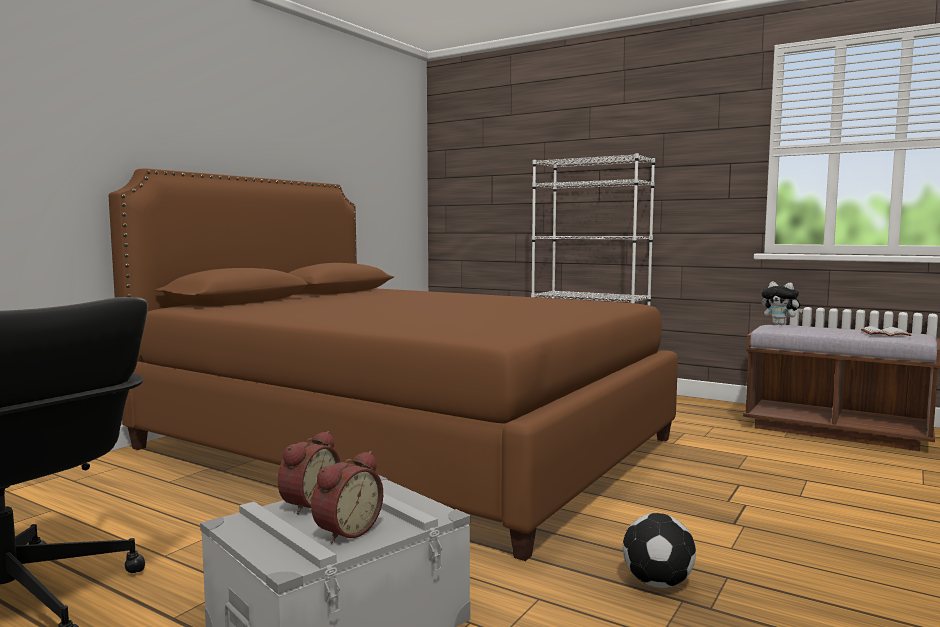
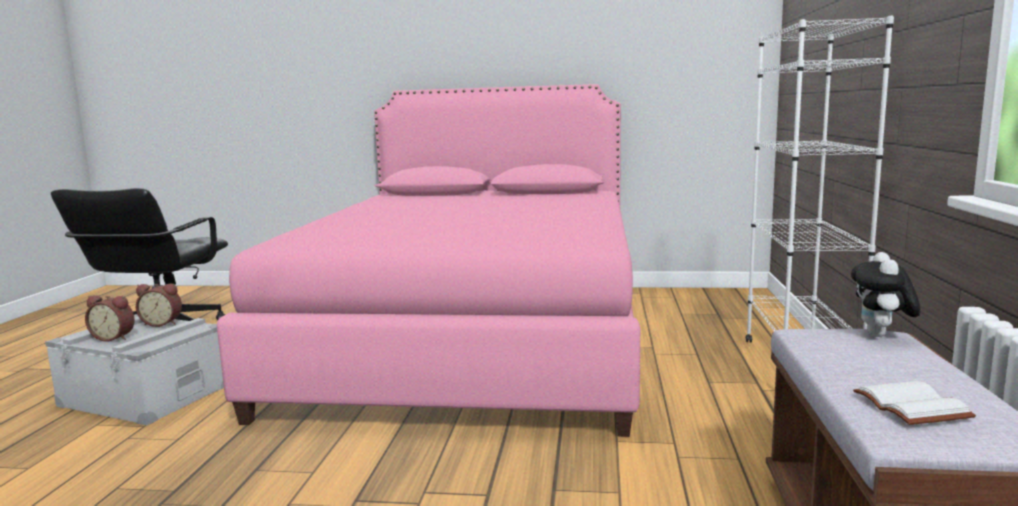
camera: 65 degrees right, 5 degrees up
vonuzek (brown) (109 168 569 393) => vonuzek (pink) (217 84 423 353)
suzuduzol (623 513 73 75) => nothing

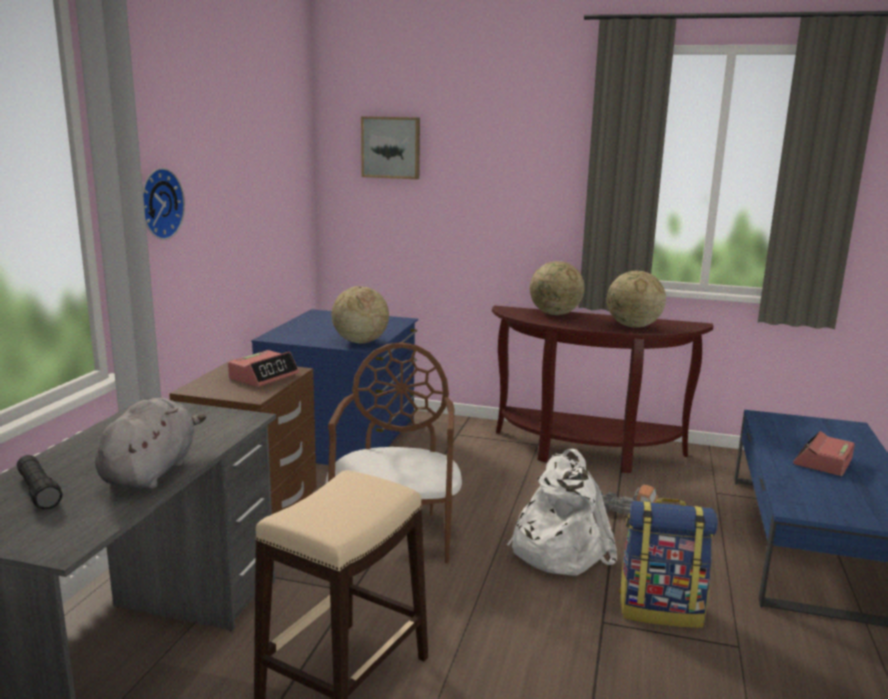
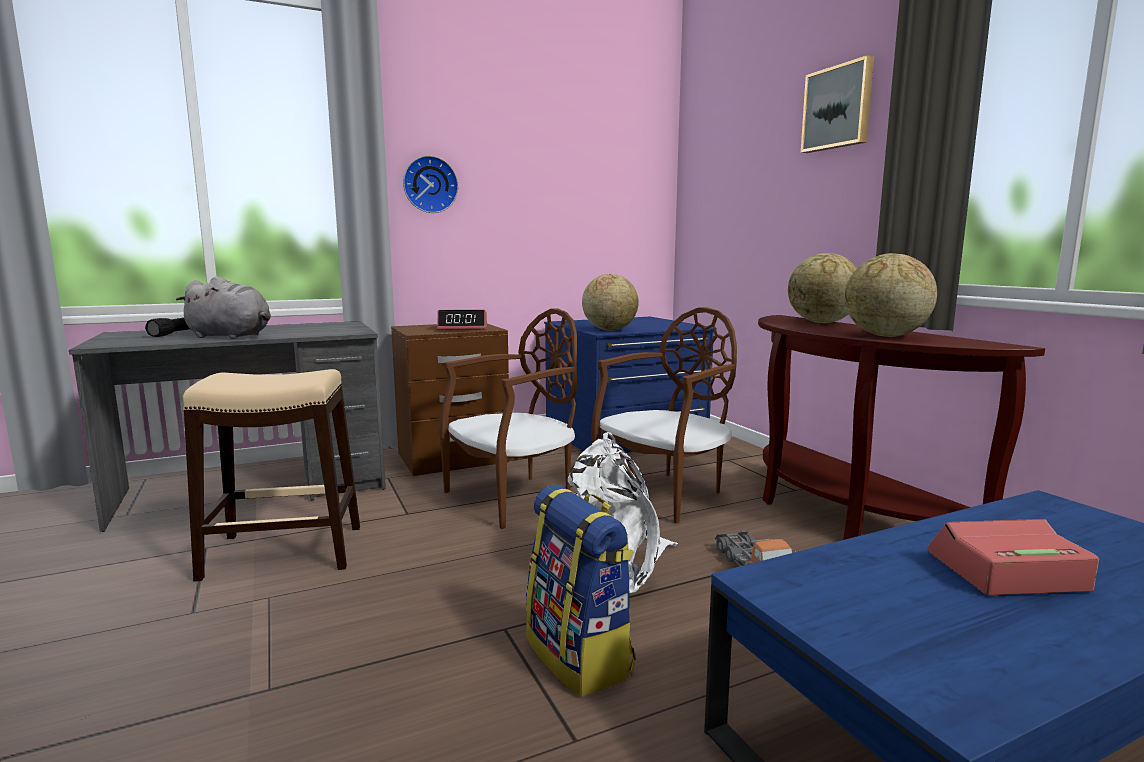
camera: 50 degrees right, 5 degrees down
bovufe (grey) (95 398 111 91) => bovufe (grey) (176 277 95 62), 45 degrees clockwise
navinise (361 116 59 63) => navinise (801 55 73 98), moved
nothing => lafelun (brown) (591 307 146 217)

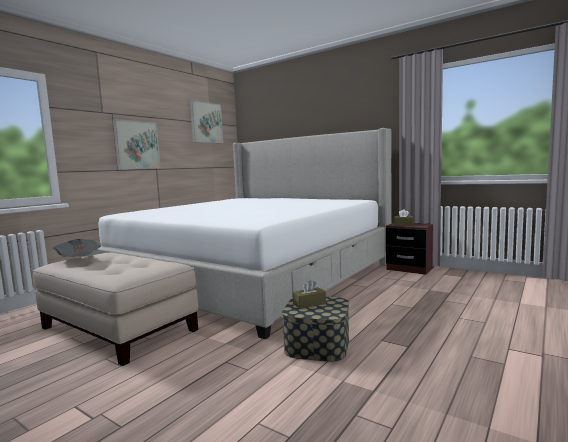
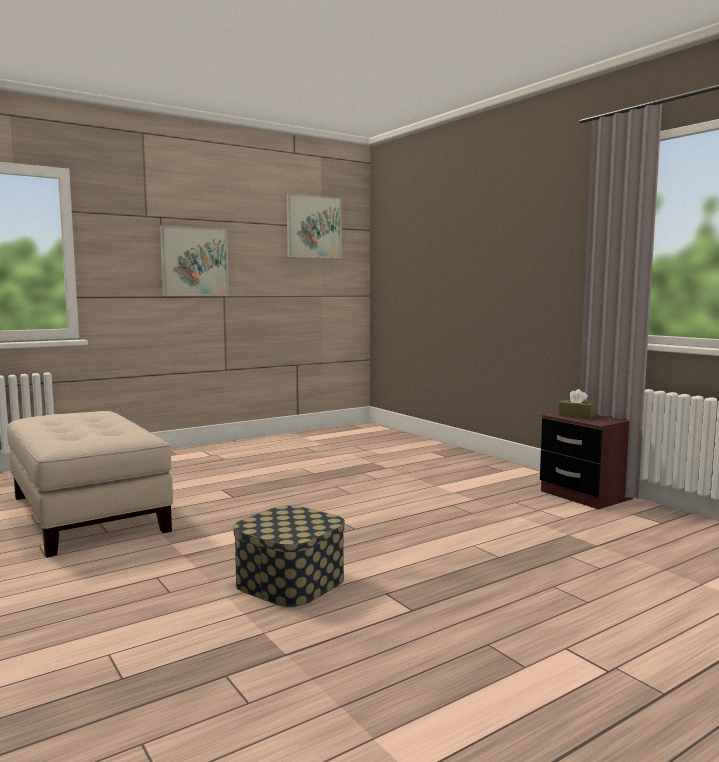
camera: 20 degrees right, 0 degrees up
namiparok (53 239 48 18) => nothing
vonuzek (89 128 303 211) => nothing
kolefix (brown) (293 280 33 29) => nothing

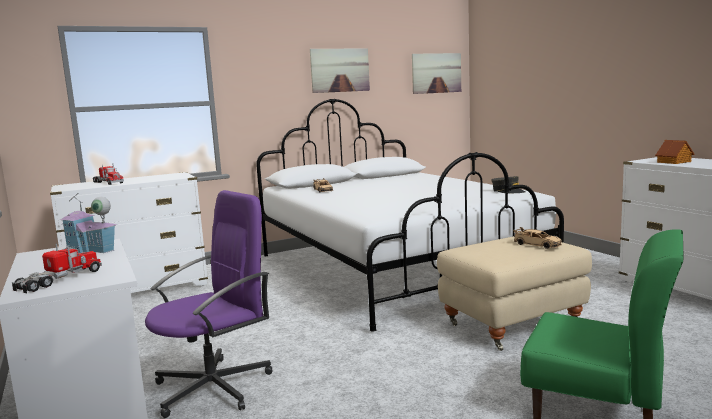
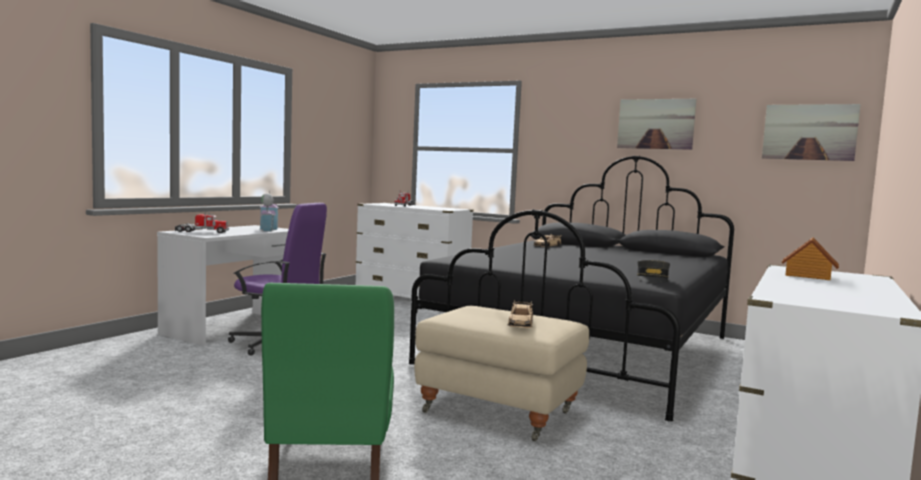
camera: 55 degrees right, 5 degrees down
vonuzek (white) (256 99 308 233) => vonuzek (black) (409 155 325 267)

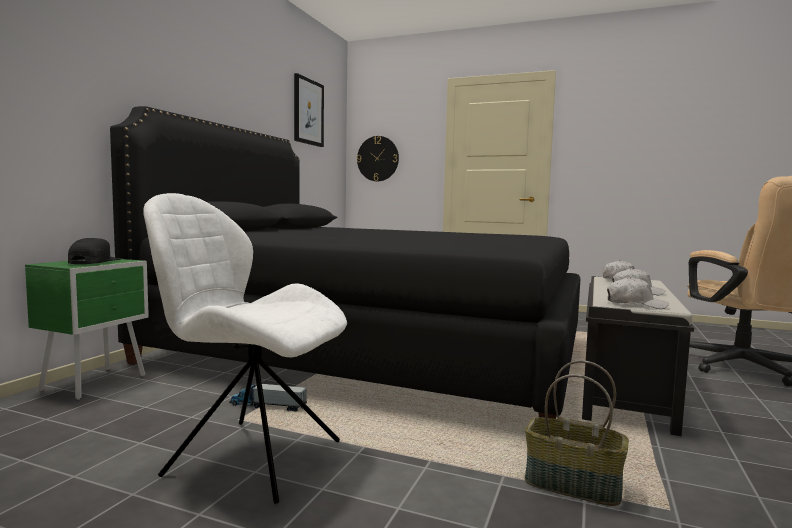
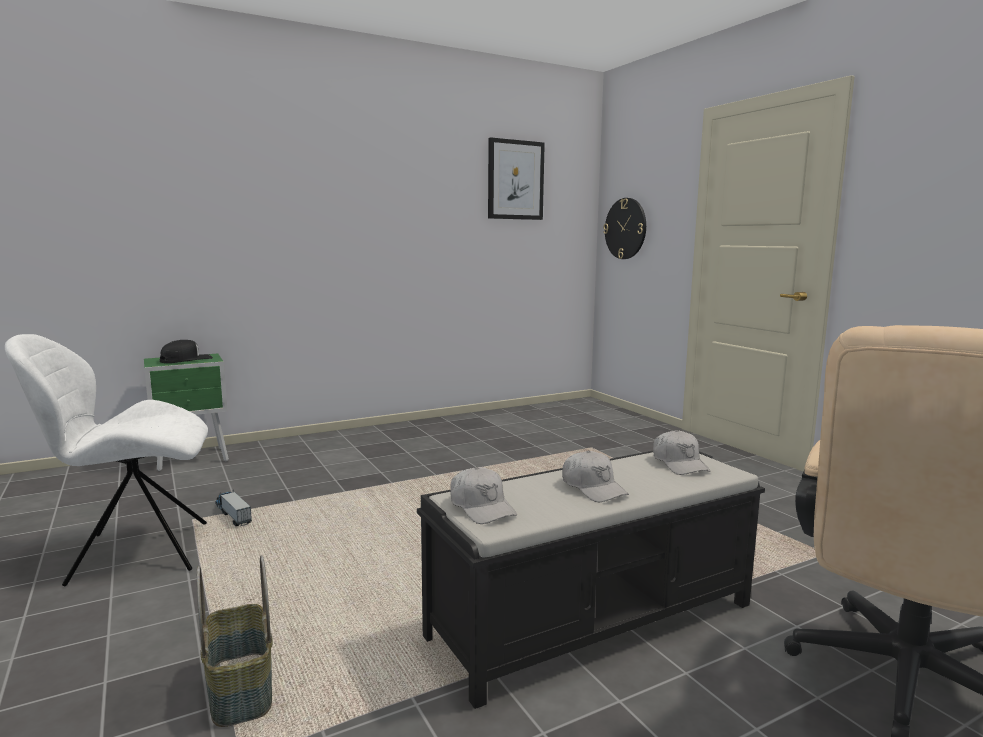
camera: 40 degrees right, 5 degrees up
vonuzek (black) (110 106 470 313) => nothing
lafelun (white) (143 193 204 311) => lafelun (white) (5 334 203 252), 75 degrees counterclockwise

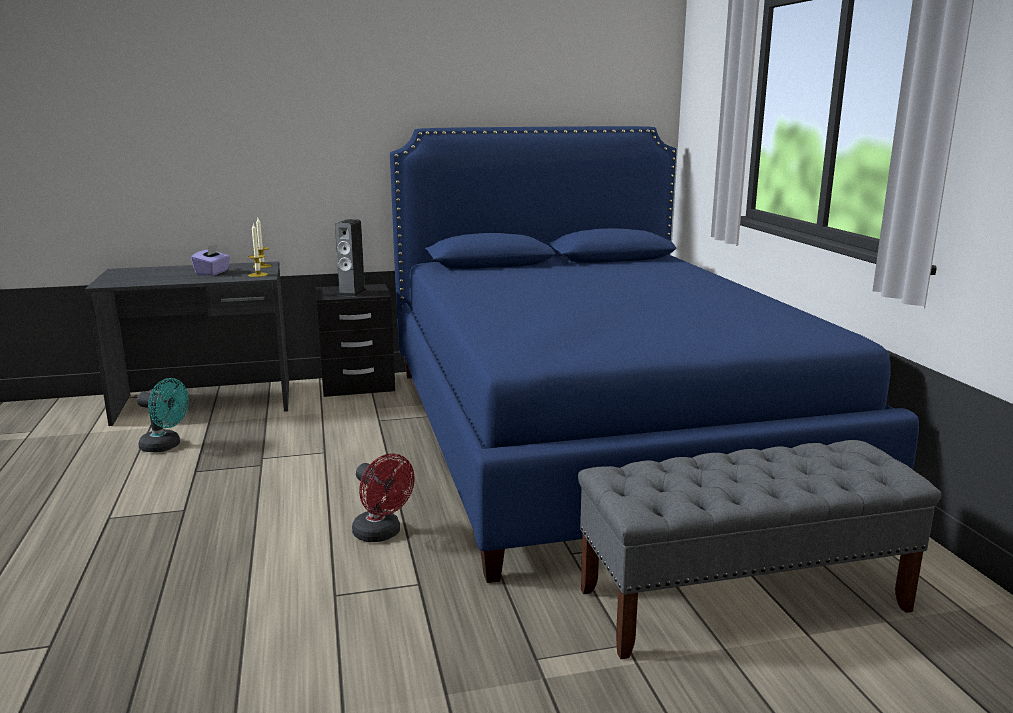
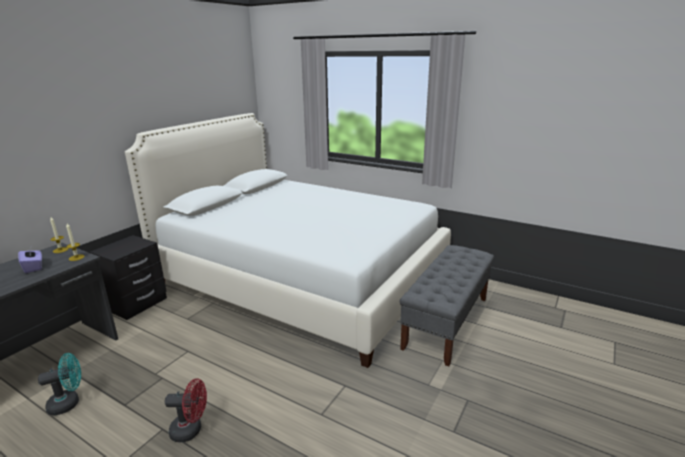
camera: 45 degrees left, 5 degrees up
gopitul (335 219 32 78) => nothing
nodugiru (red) (352 454 63 88) => nodugiru (red) (165 378 42 64), moved
vonuzek (blue) (390 126 529 457) => vonuzek (white) (125 113 326 255)

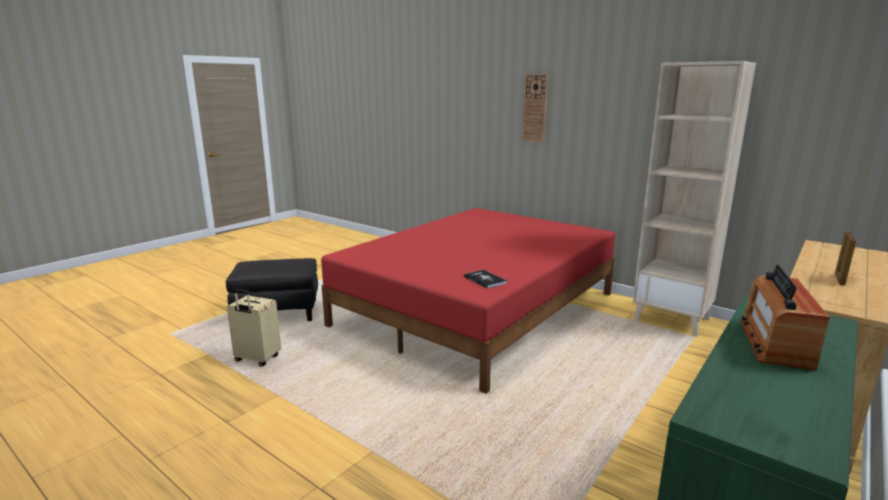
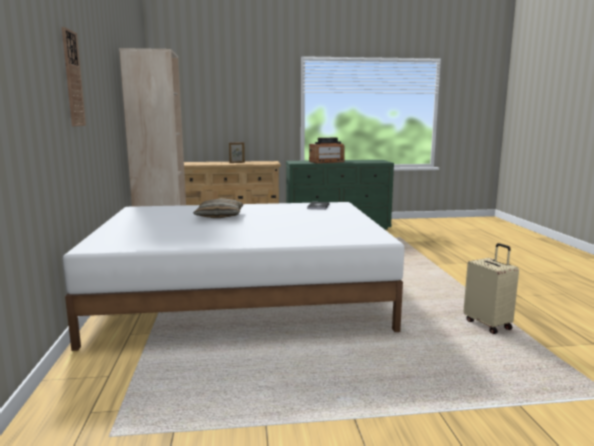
camera: 135 degrees left, 5 degrees down
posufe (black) (226 258 92 63) => nothing
vonuzek (red) (321 208 294 186) => vonuzek (white) (63 202 342 149)
nothing => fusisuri (193 198 50 20)

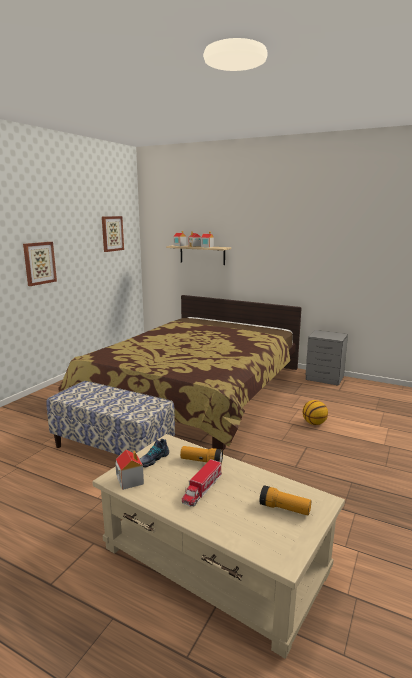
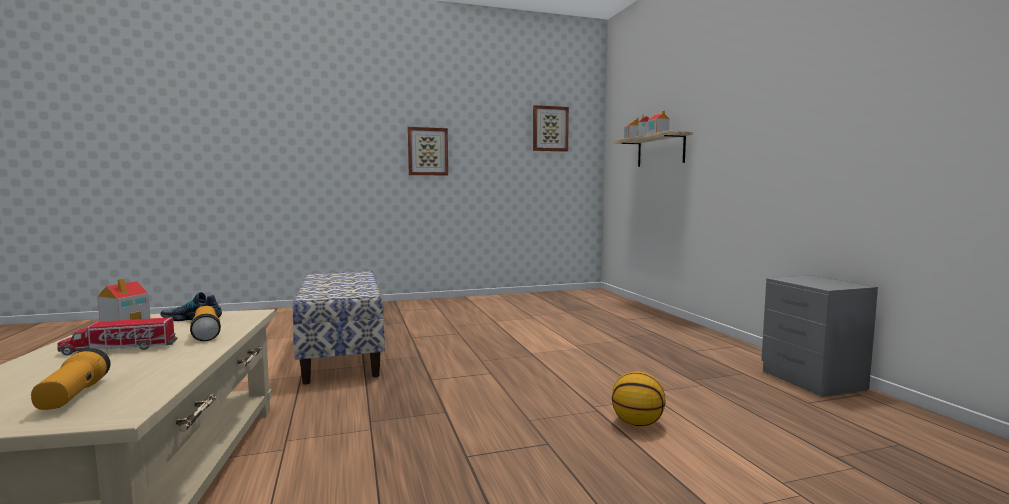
camera: 45 degrees right, 10 degrees down
vonuzek (58 295 244 155) => nothing

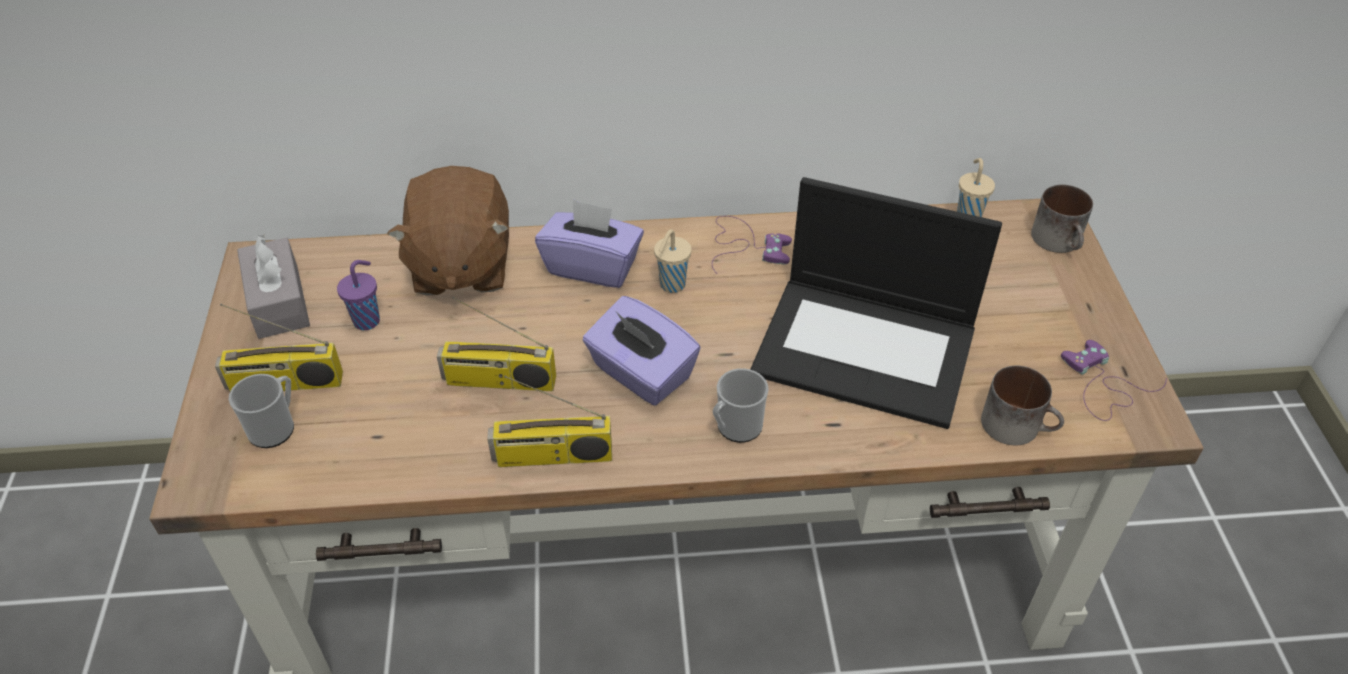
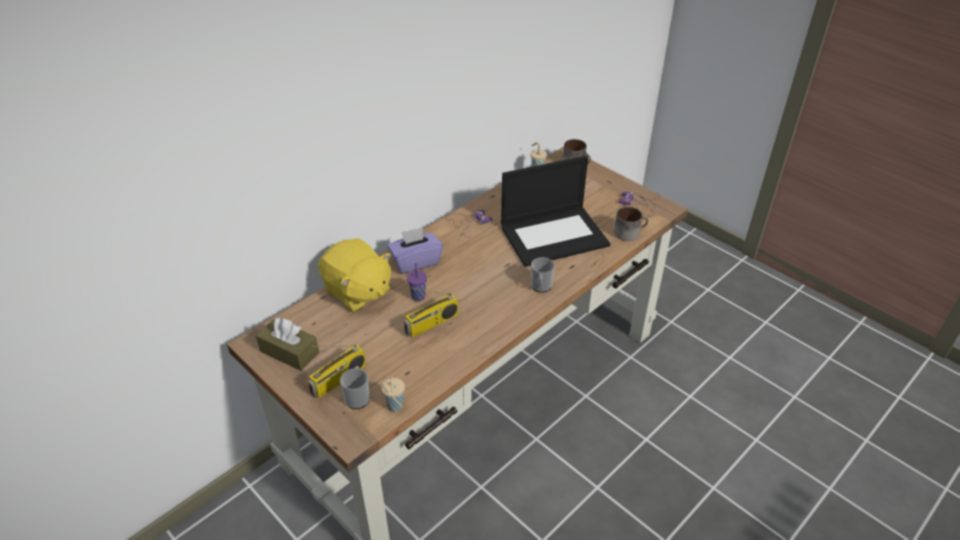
camera: 40 degrees left, 5 degrees down
kolefix (grey) (237 235 73 104) => kolefix (brown) (256 318 63 53)
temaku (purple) (337 260 43 70) => temaku (purple) (407 263 20 38), moved
bovufe (brown) (387 166 122 130) => bovufe (yellow) (318 238 73 74)
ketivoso (487 376 125 91) => nothing
kolefix (purple) (583 296 118 109) => nothing
temaku (beige) (654 229 38 64) => temaku (beige) (382 377 23 35), moved

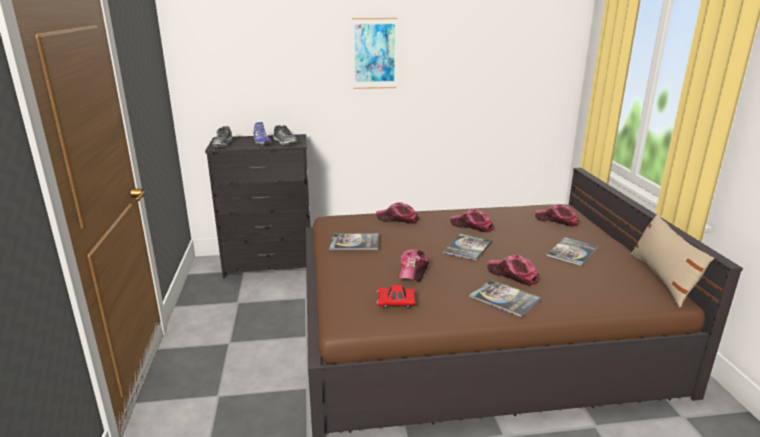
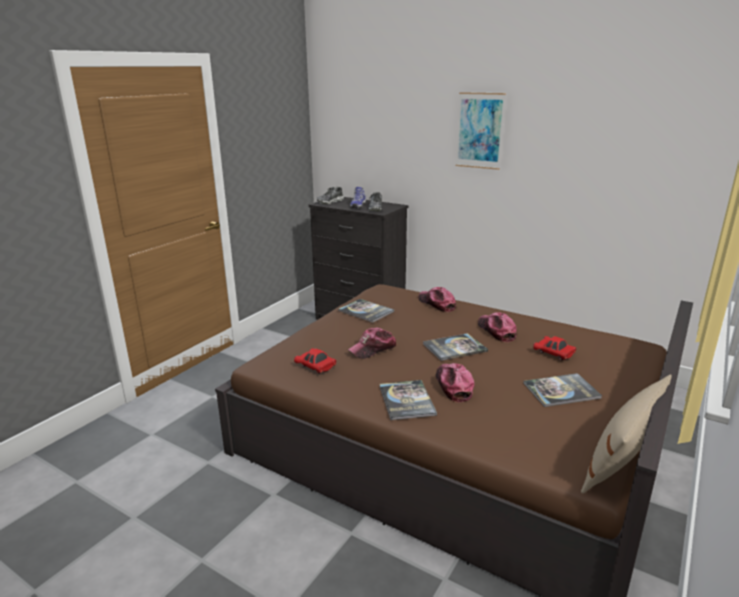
camera: 40 degrees right, 0 degrees up
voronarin (535 204 45 23) => nothing
nothing => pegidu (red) (533 336 43 24)

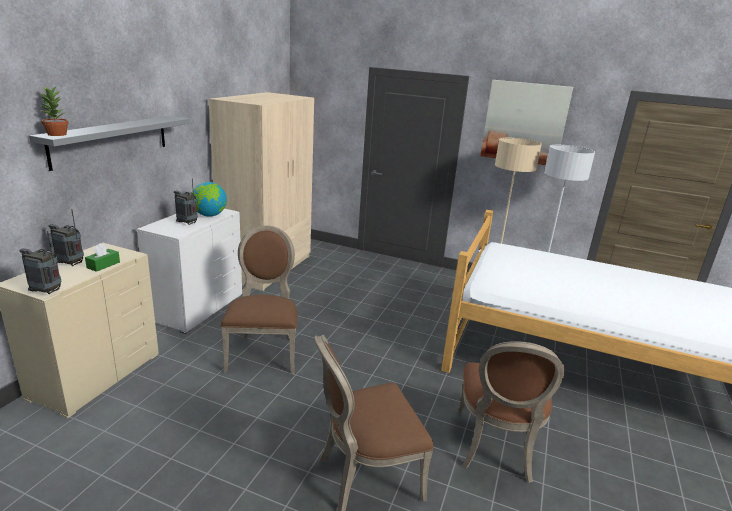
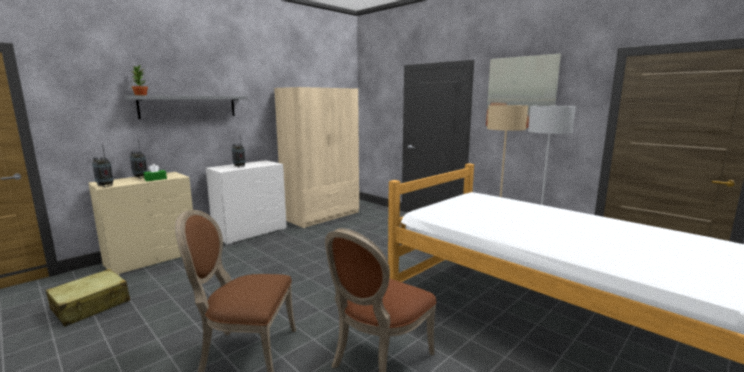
camera: 25 degrees right, 10 degrees down
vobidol (192 182 35 35) => nothing
lafelun (brown) (220 226 78 148) => nothing
nothing => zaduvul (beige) (46 269 84 58)

